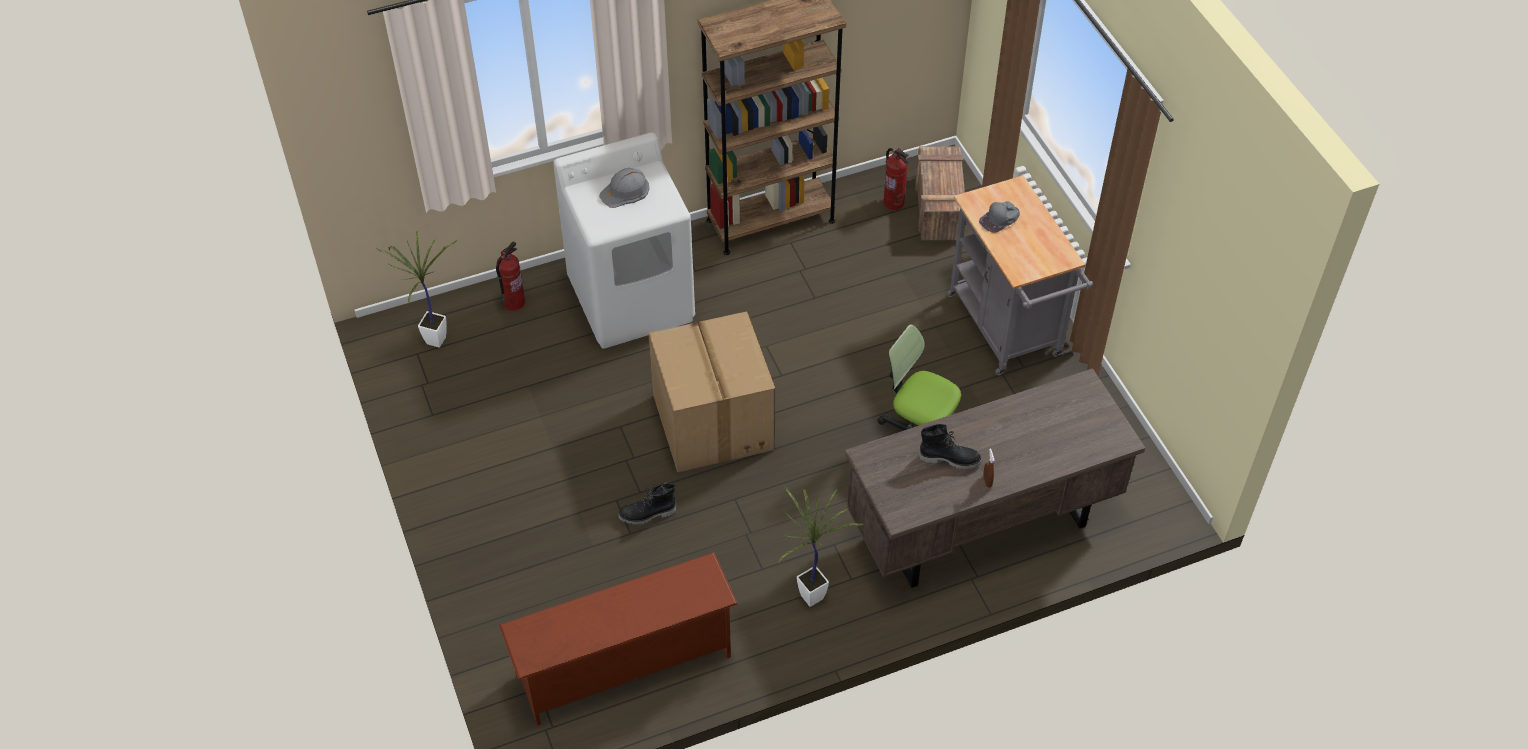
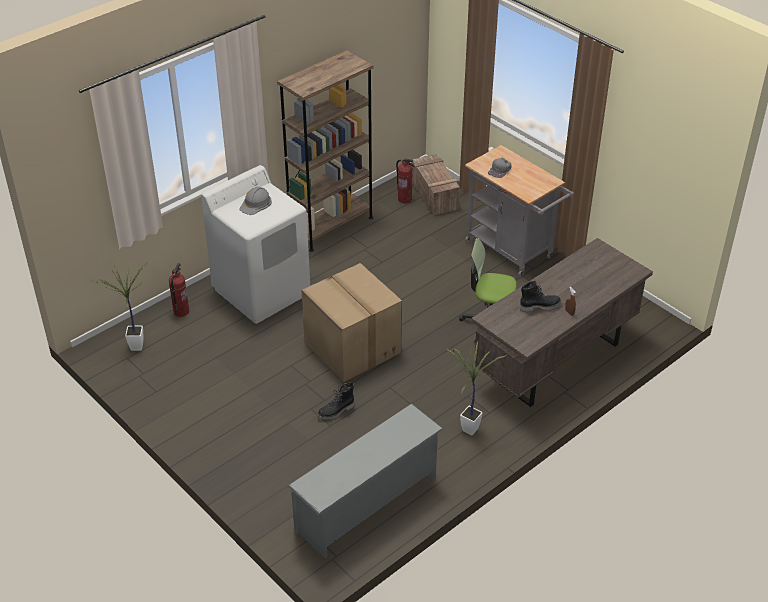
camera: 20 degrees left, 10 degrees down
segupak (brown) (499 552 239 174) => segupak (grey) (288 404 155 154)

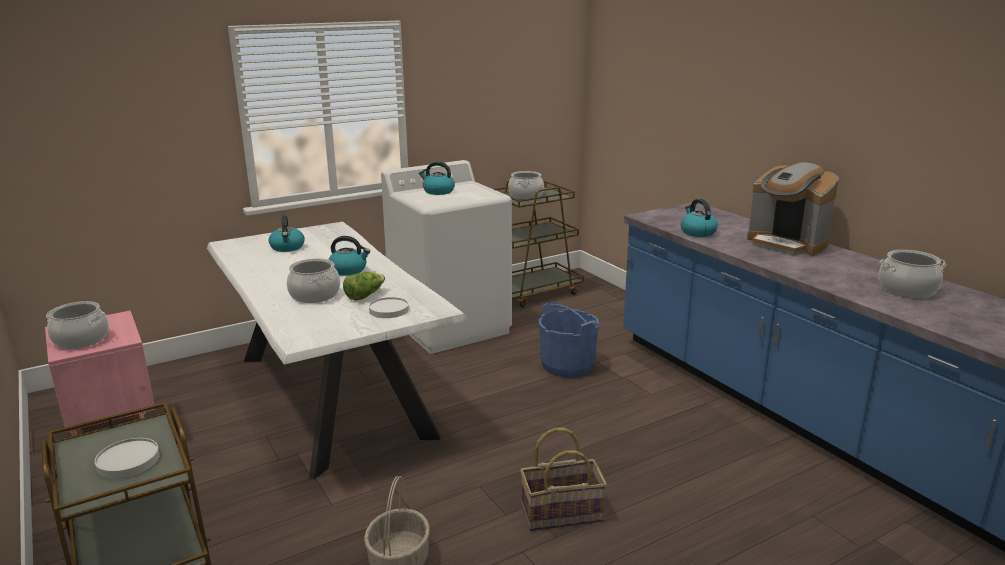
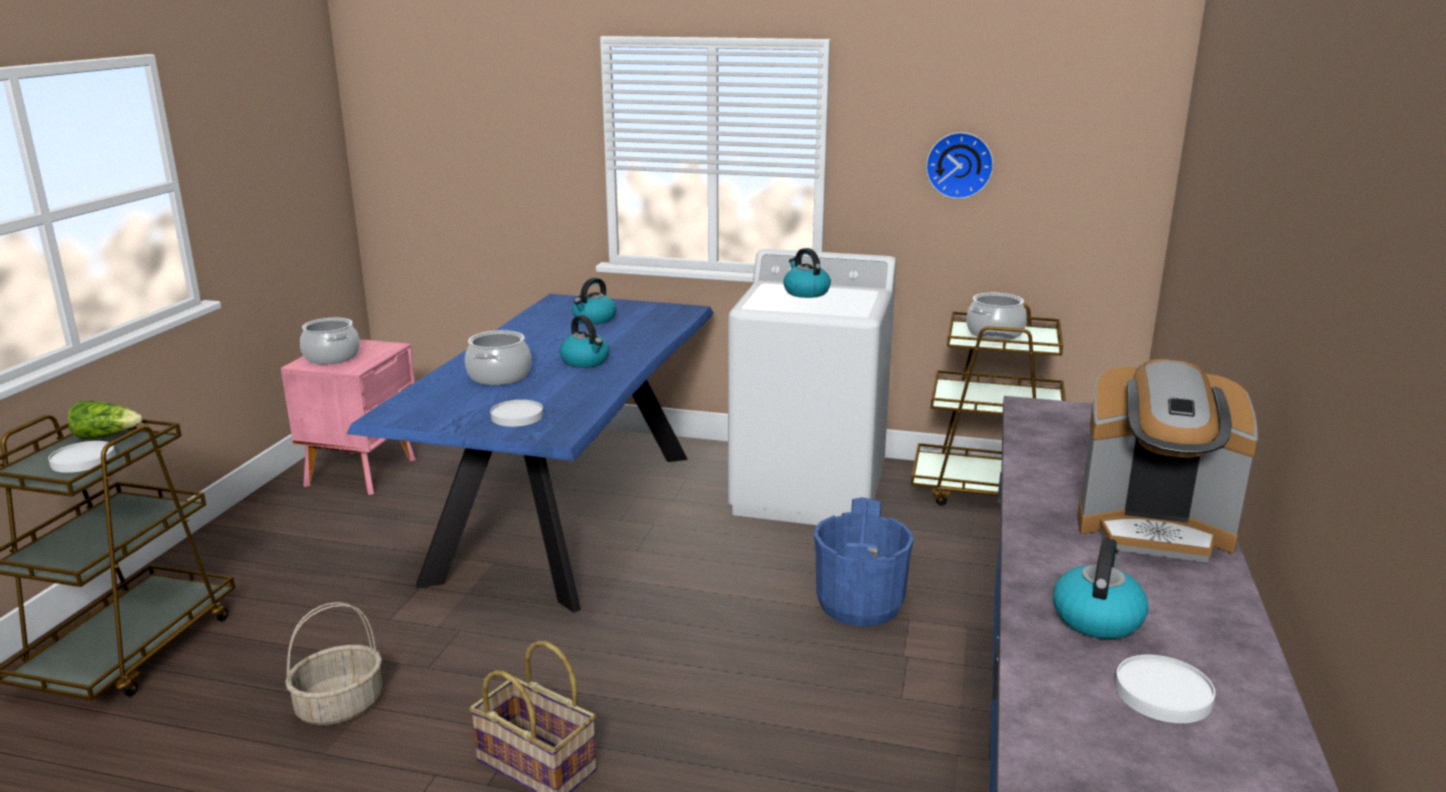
camera: 45 degrees right, 0 degrees up
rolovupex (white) (207 222 261 258) => rolovupex (blue) (347 294 367 319)
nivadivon (343 272 42 29) => nivadivon (68 401 74 38), moved
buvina (681 199 37 38) => buvina (1053 538 96 101), moved
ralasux (747 162 92 93) => ralasux (1077 359 181 204), 75 degrees counterclockwise
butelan (879 250 67 48) => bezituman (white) (1115 655 100 68)
nothing => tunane (926 132 68 67)

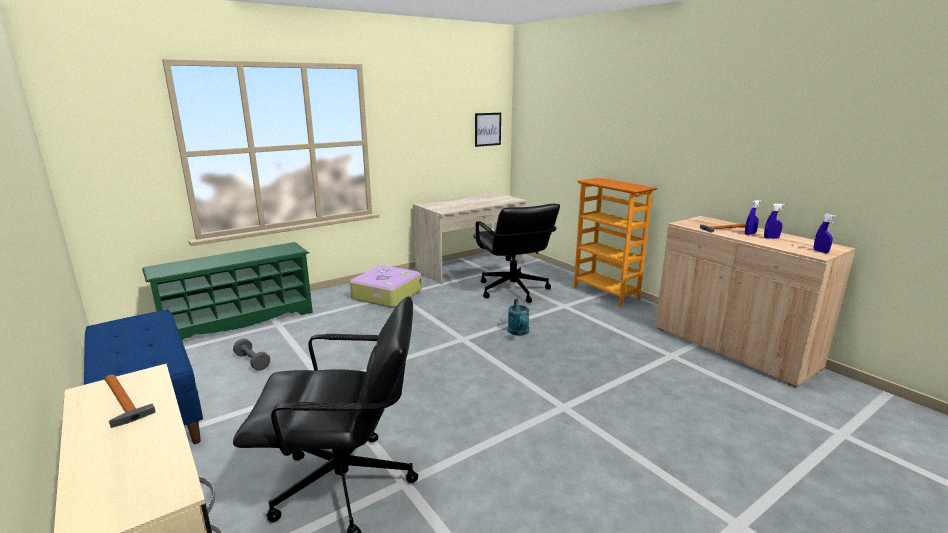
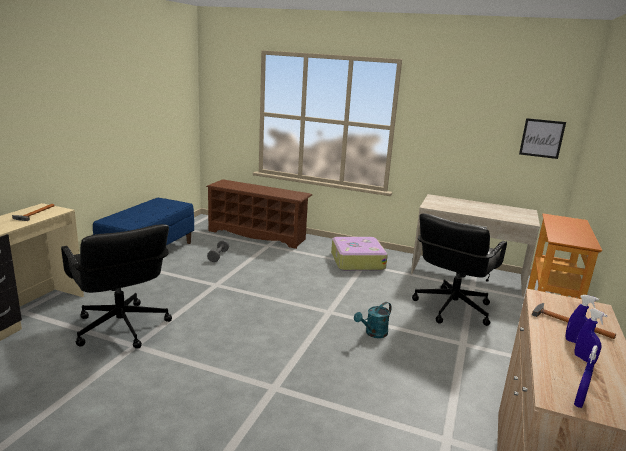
camera: 55 degrees right, 0 degrees up
segupak (green) (142 242 171 98) => segupak (brown) (206 179 106 70)

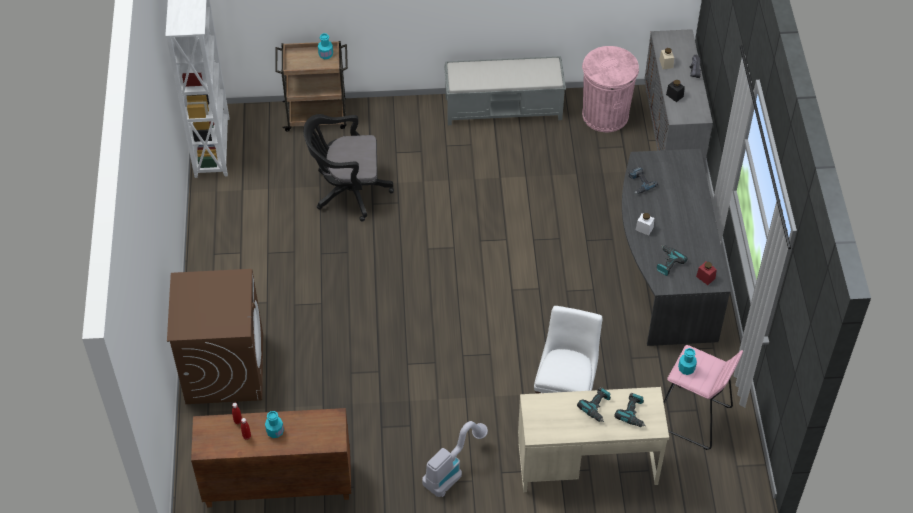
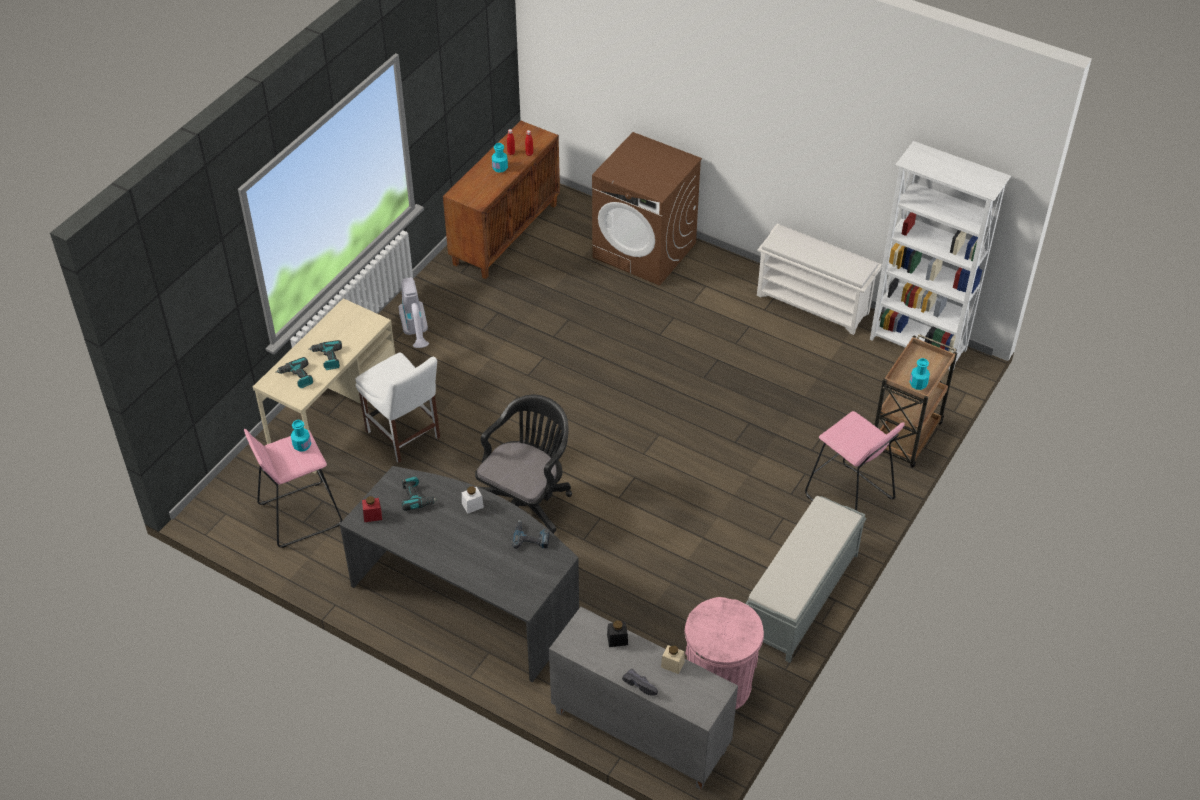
camera: 125 degrees right, 5 degrees down
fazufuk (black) (303 114 91 107) => fazufuk (black) (475 395 97 139), moved
nothing => segupak (white) (757 224 125 111)
nothing => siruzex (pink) (805 411 100 99)

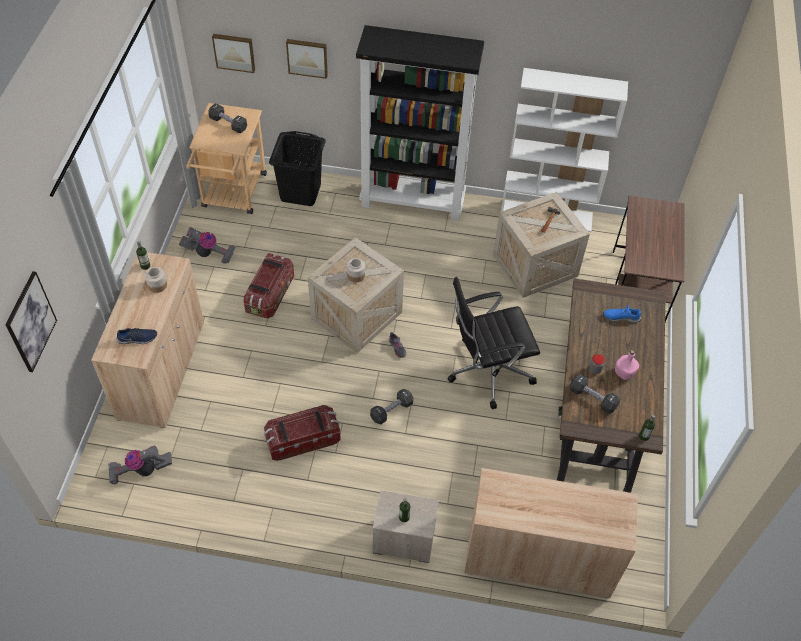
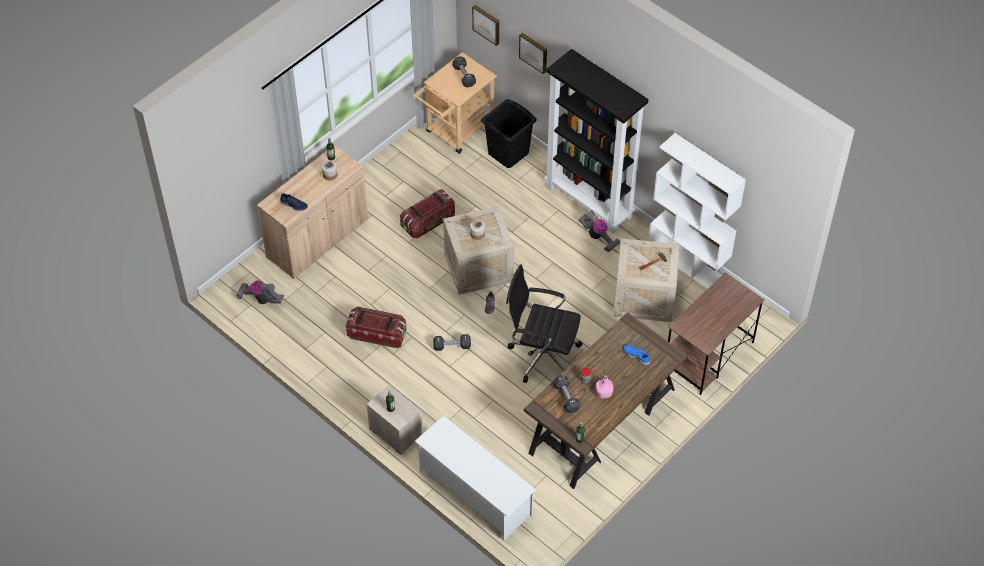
camera: 35 degrees right, 0 degrees up
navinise (5 271 52 101) => nothing
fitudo (179 227 56 37) => fitudo (578 210 43 43), moved
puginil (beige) (464 468 174 130) => segupak (white) (414 415 122 126)

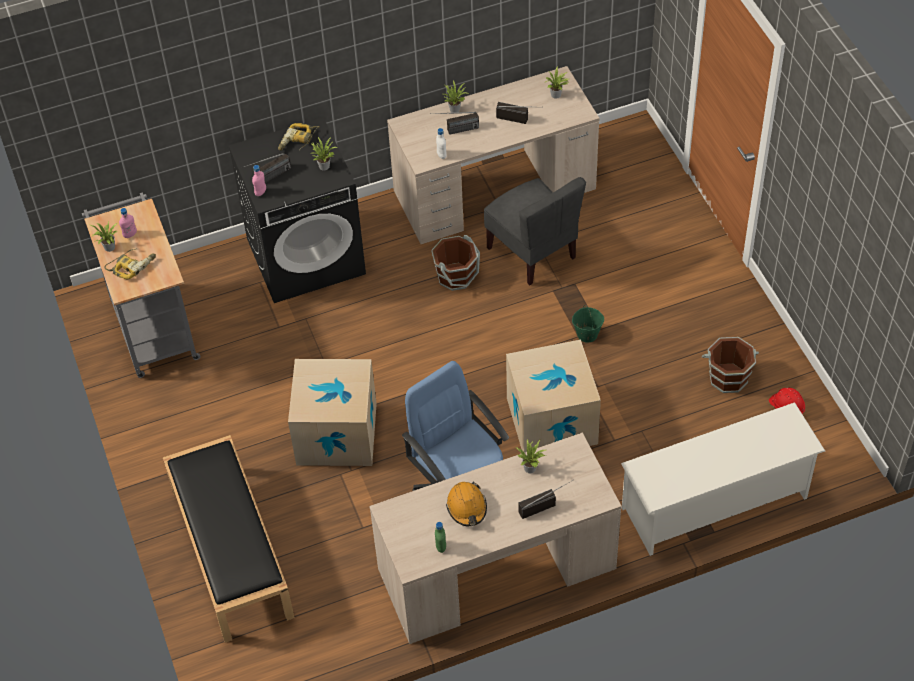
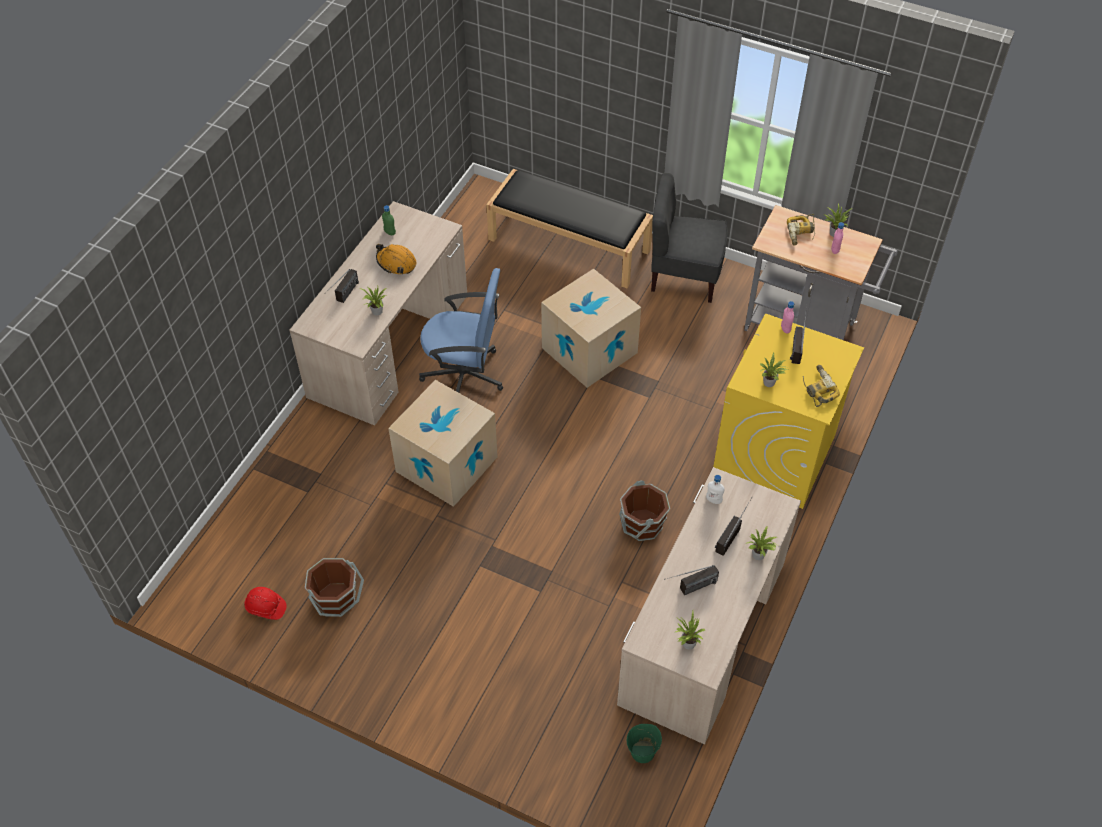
camera: 135 degrees right, 0 degrees up
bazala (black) (228 117 138 186) => bazala (yellow) (713 314 151 195)
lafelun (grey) (484 177 102 108) => lafelun (grey) (651 173 77 130), moved
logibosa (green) (572 305 32 38) => logibosa (green) (627 724 35 39), moved
segupak (white) (621 402 204 154) => nothing

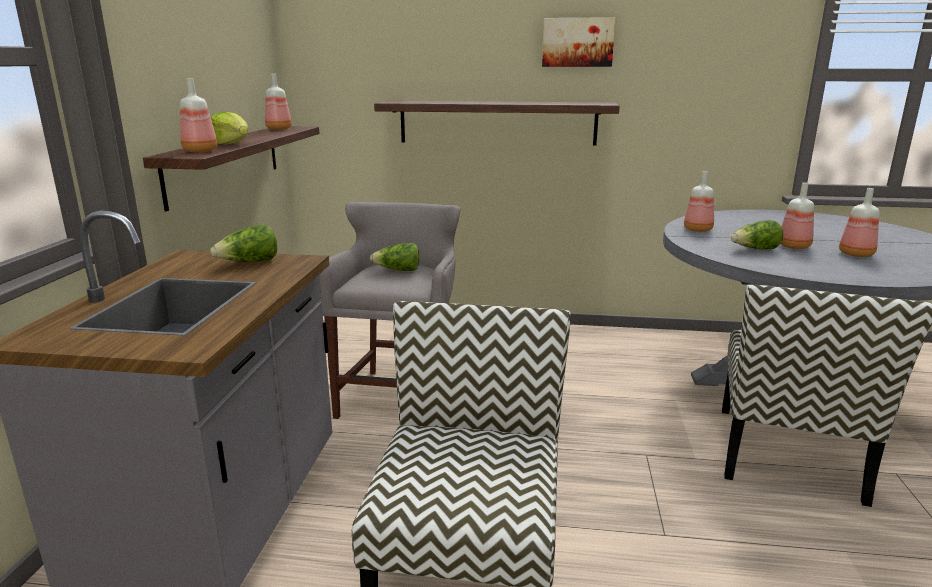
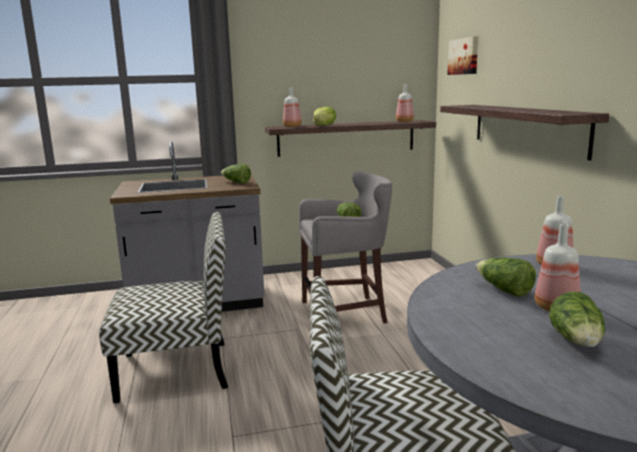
camera: 70 degrees right, 5 degrees down
navinise (542 17 73 50) => navinise (447 36 31 39), moved
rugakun (839 188 40 69) => nivadivon (549 291 56 56)

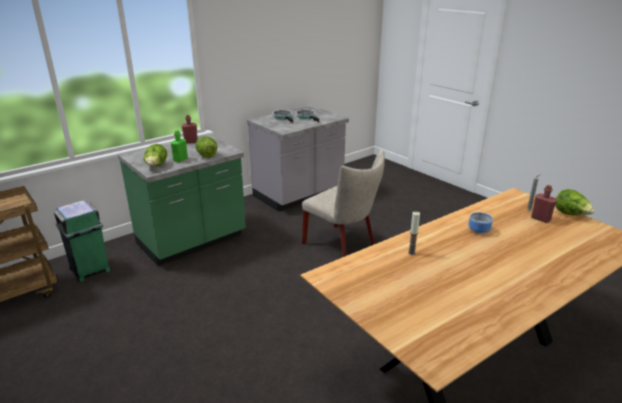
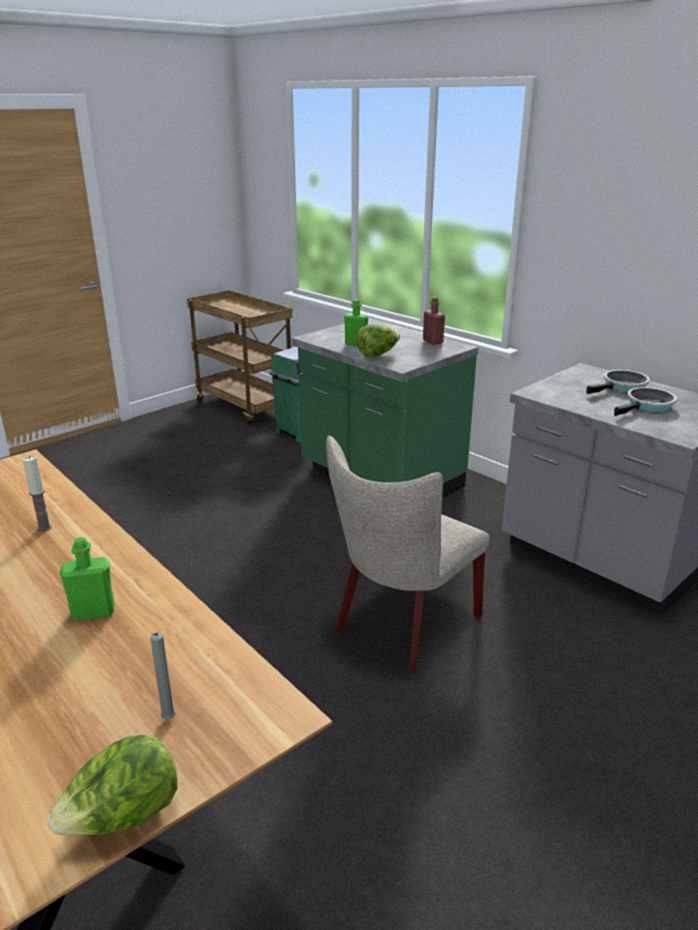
camera: 85 degrees right, 0 degrees up
nivadivon (144 144 23 22) => nothing
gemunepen (469 212 24 22) => rugakun (green) (60 537 55 84)
rugakun (red) (531 185 26 38) => nothing

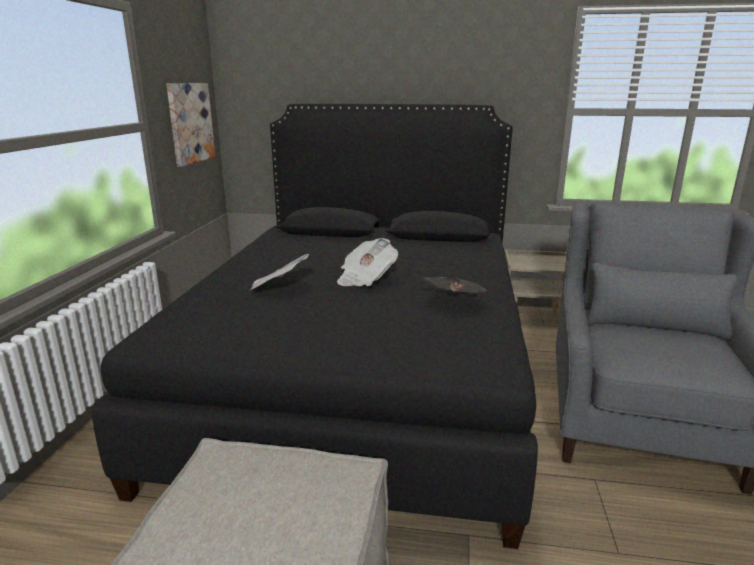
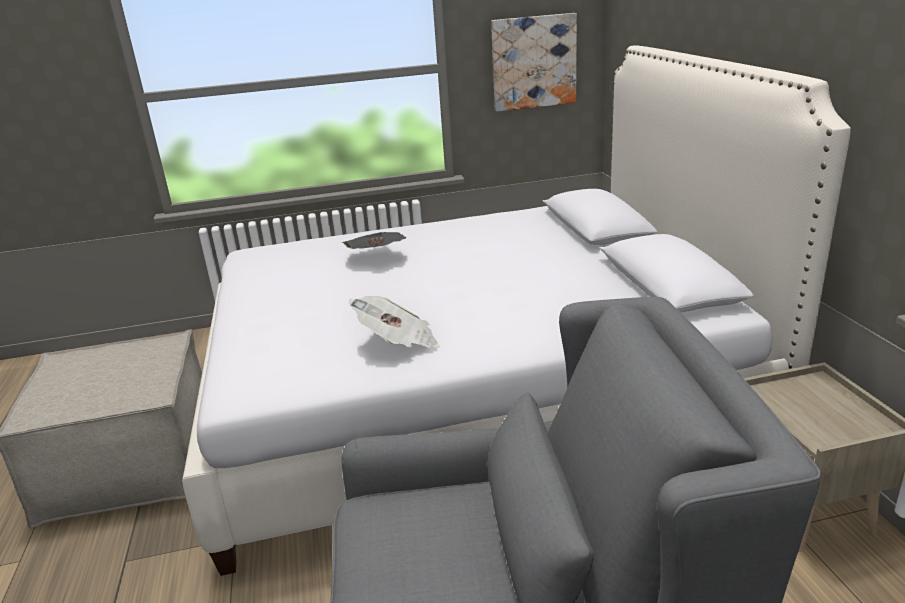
camera: 70 degrees right, 5 degrees up
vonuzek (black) (92 104 446 445) => vonuzek (white) (182 45 669 531)
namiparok (337 238 61 48) => nothing

